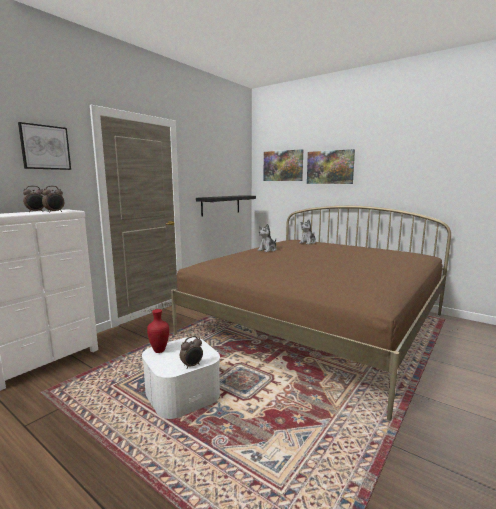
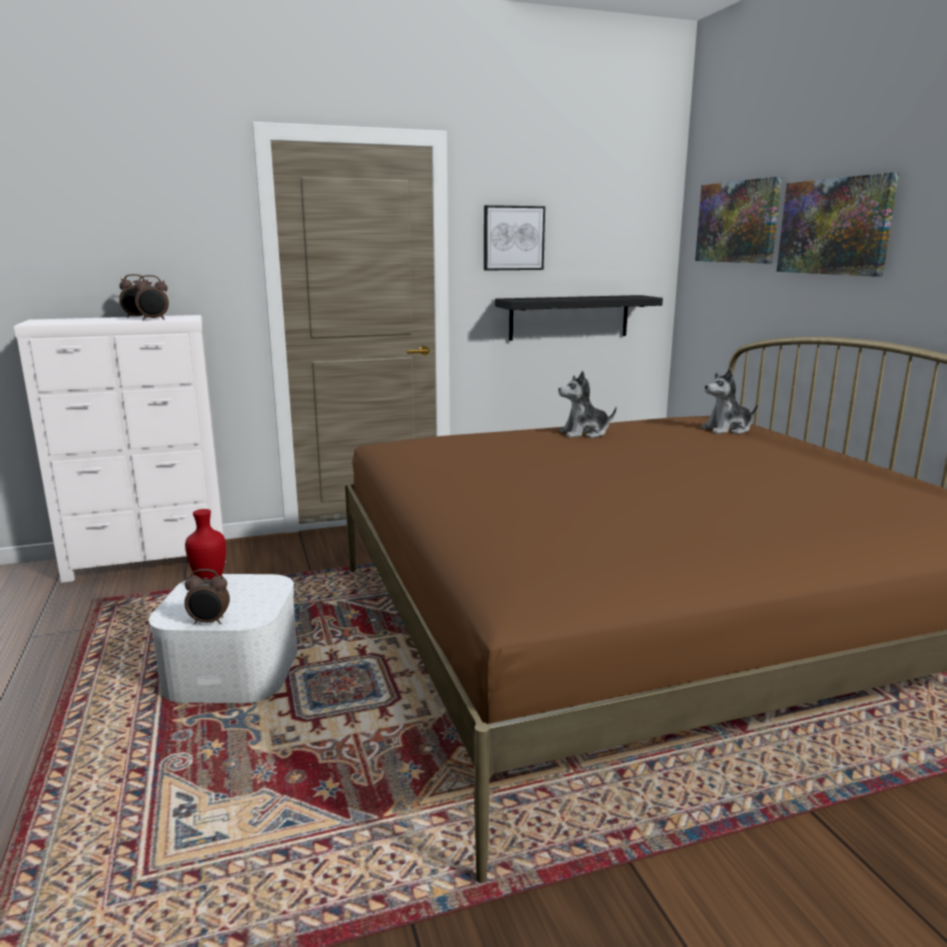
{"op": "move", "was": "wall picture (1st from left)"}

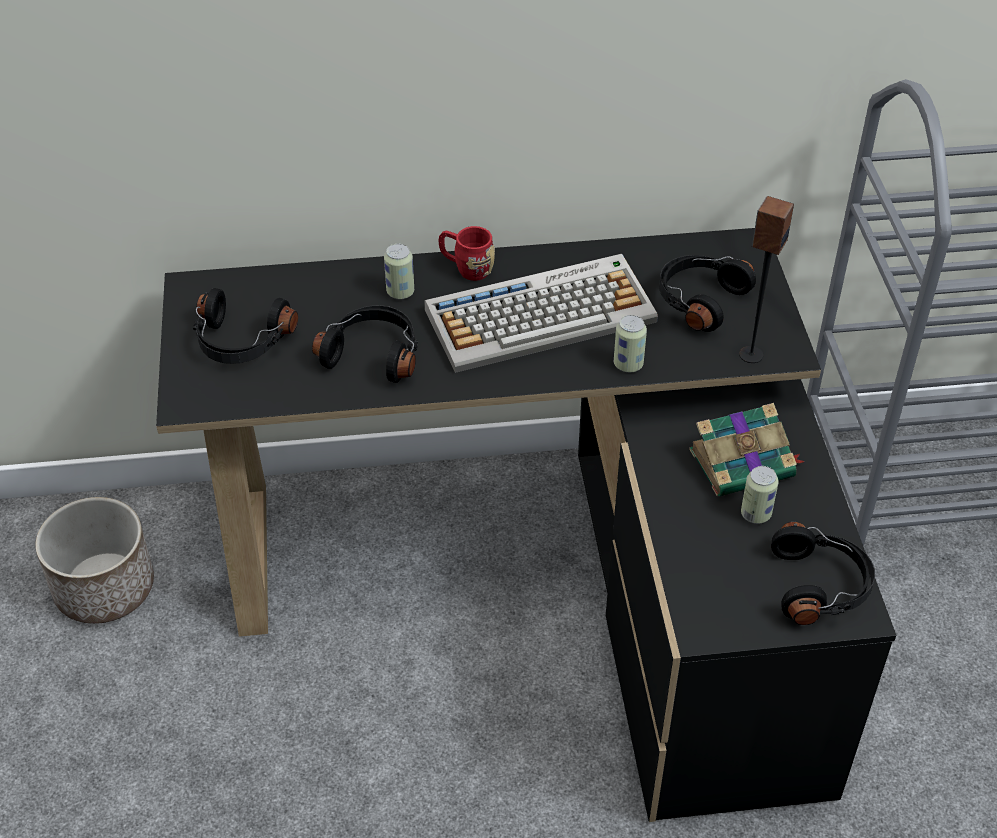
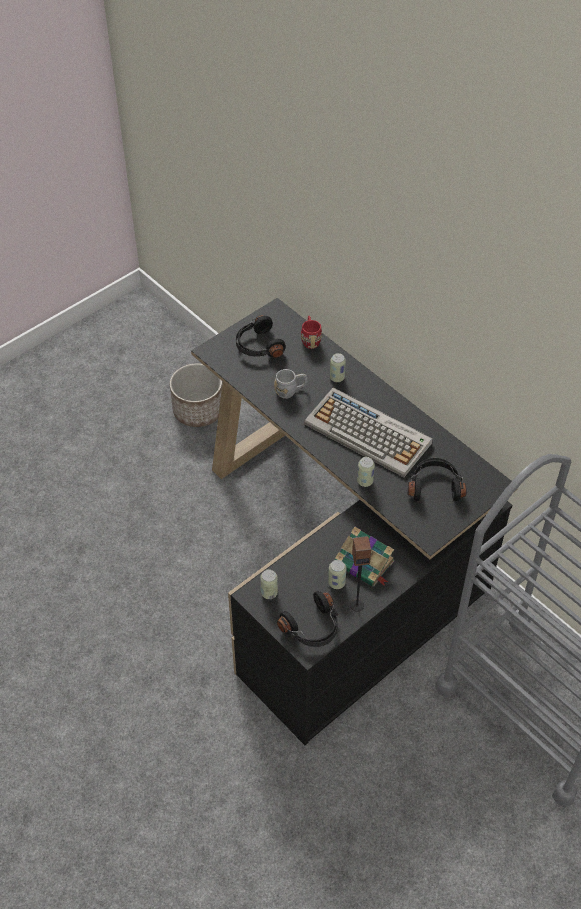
{"op": "replace", "was": "blackish headphones (2nd from left)", "now": "gray tea mug"}
{"op": "move", "was": "reddish tea mug"}
{"op": "move", "was": "audio speaker"}
{"op": "insert", "now": "metal can (1st from left)"}

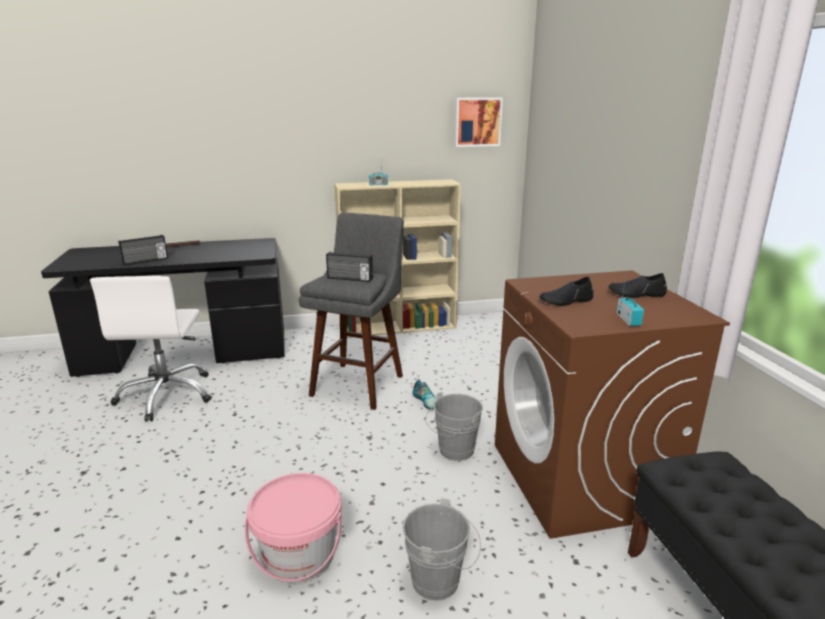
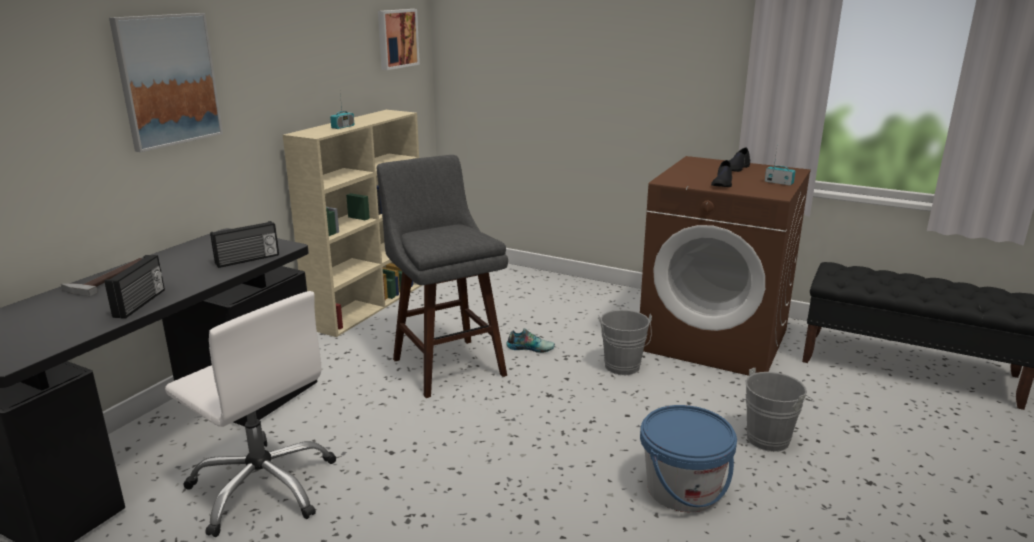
{"op": "recolor", "was": "pink pail", "now": "bluish pail"}
{"op": "move", "was": "radio (2nd from left)"}
{"op": "insert", "now": "wall picture (1st from left)"}

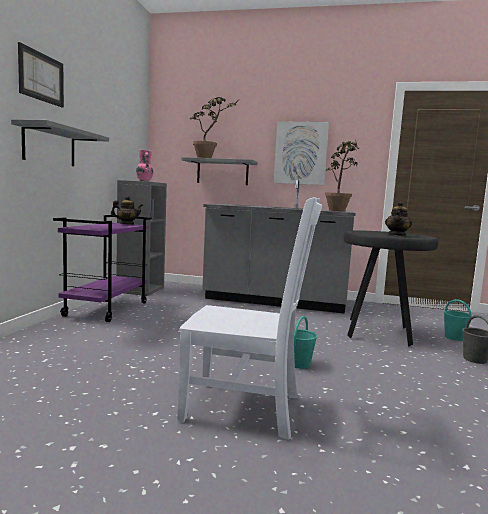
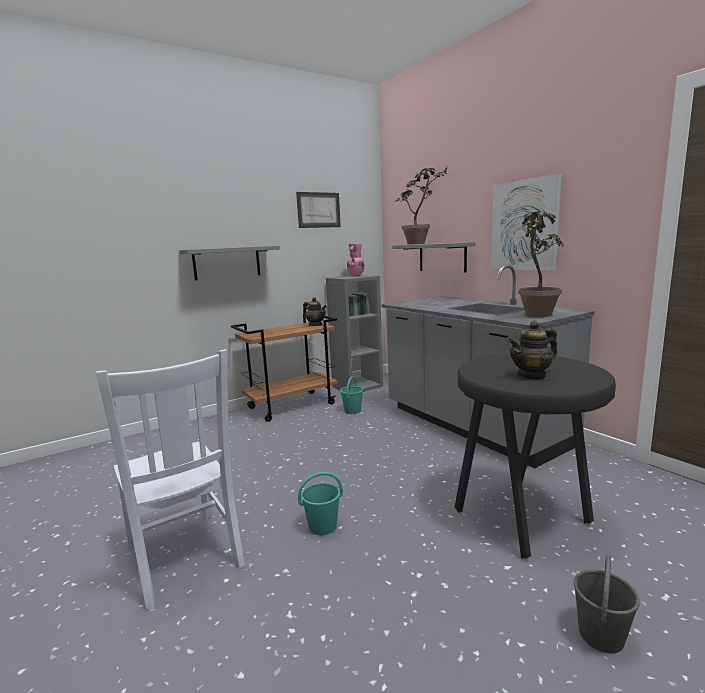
{"op": "move", "was": "wall picture (1st from left)"}
{"op": "recolor", "was": "purple trolley", "now": "brown trolley"}
{"op": "move", "was": "turquoise pail (2nd from left)"}

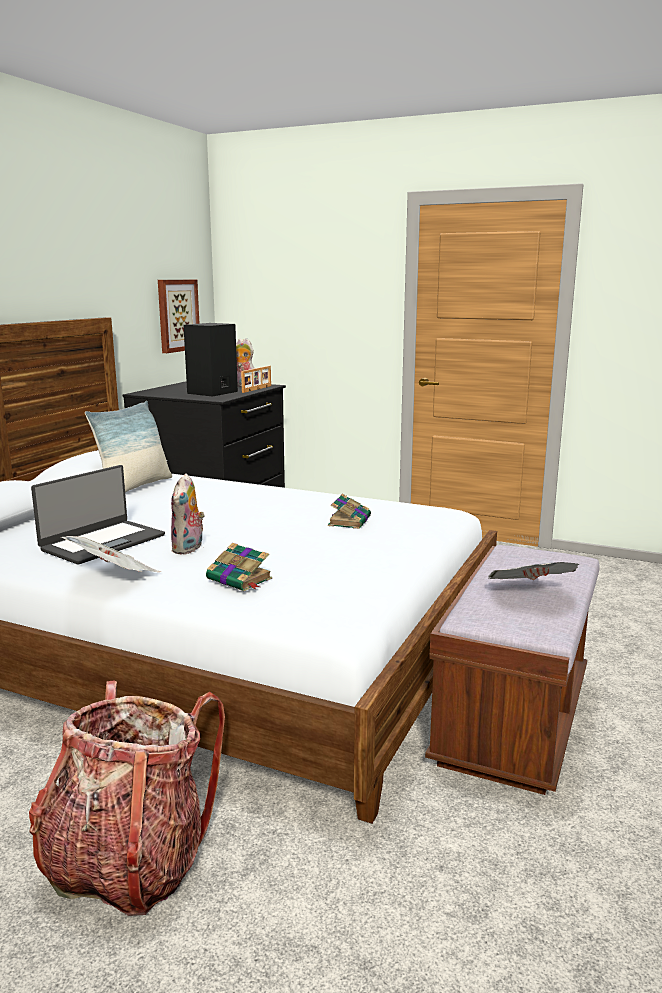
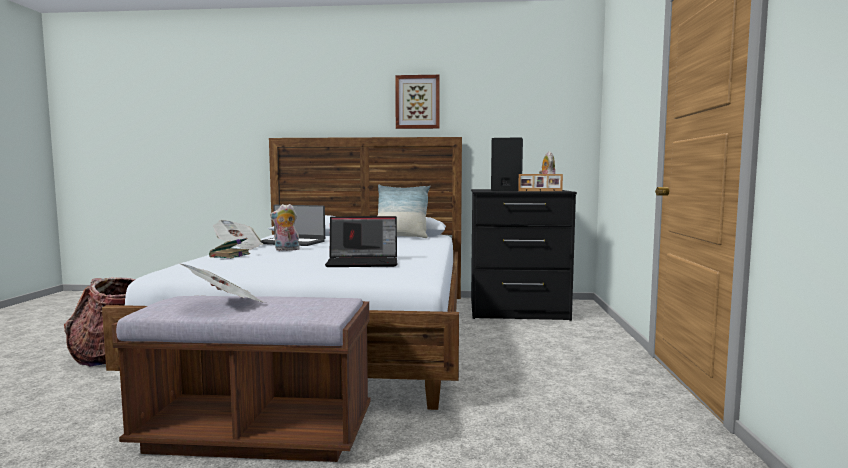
{"op": "move", "was": "wall picture"}
{"op": "replace", "was": "bound book (2nd from left)", "now": "notebook computer (2nd from left)"}

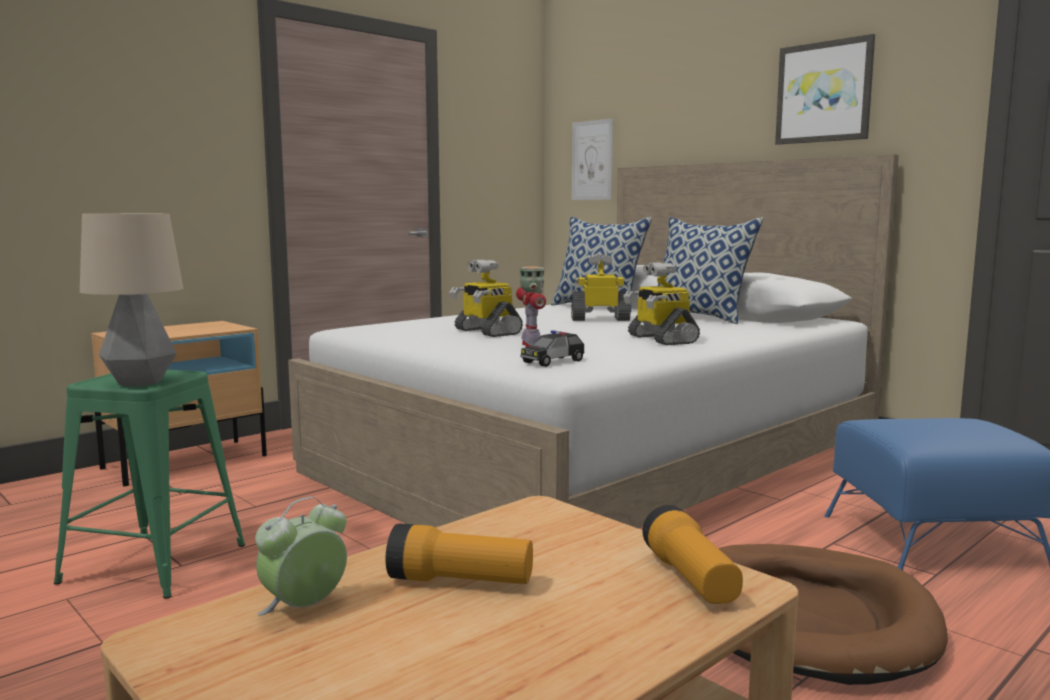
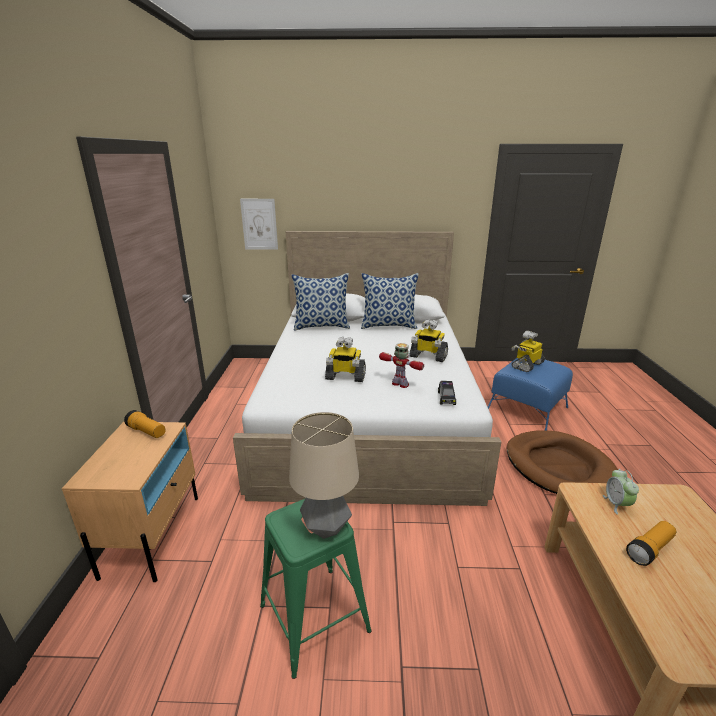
{"op": "move", "was": "table clock"}
{"op": "move", "was": "model robot (3rd from left in the first image)", "now": "model robot (4th from left)"}
{"op": "move", "was": "hand torch (2nd from left in the first image)", "now": "hand torch (1st from left)"}
{"op": "delete", "was": "wall picture (2nd from left)"}

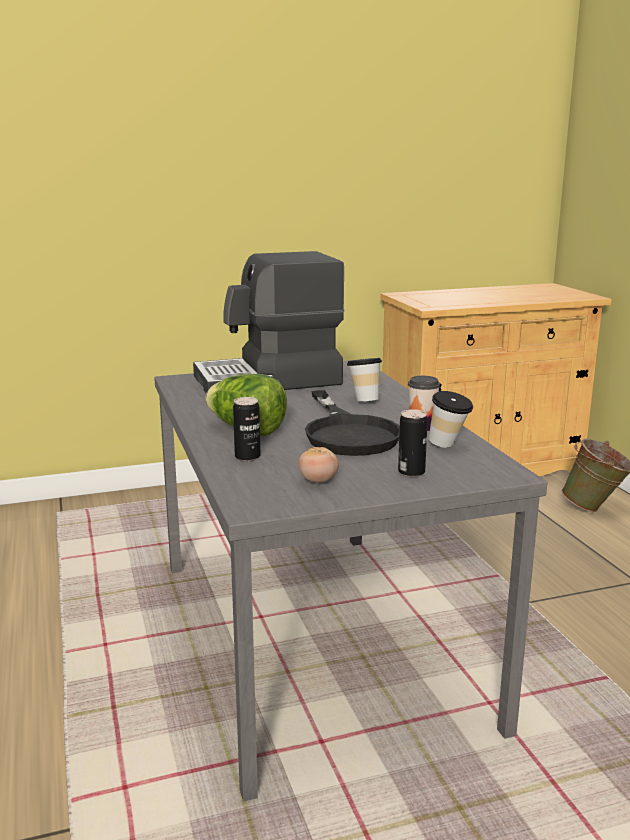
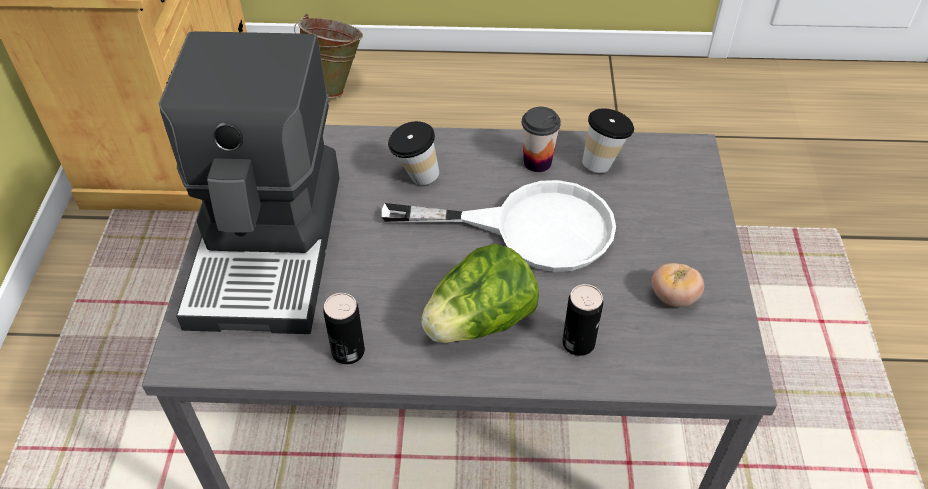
{"op": "recolor", "was": "blackish frying pan", "now": "whitish frying pan"}
{"op": "move", "was": "metal can (2nd from left in the first image)", "now": "metal can (1st from left)"}

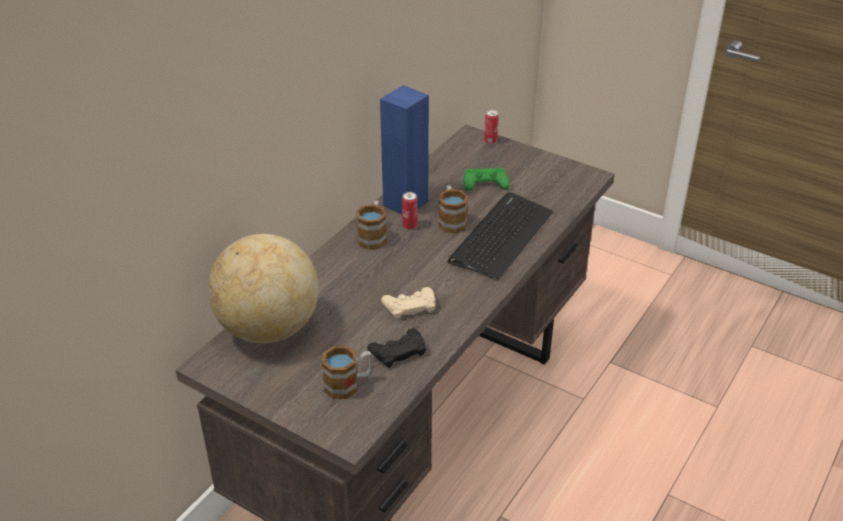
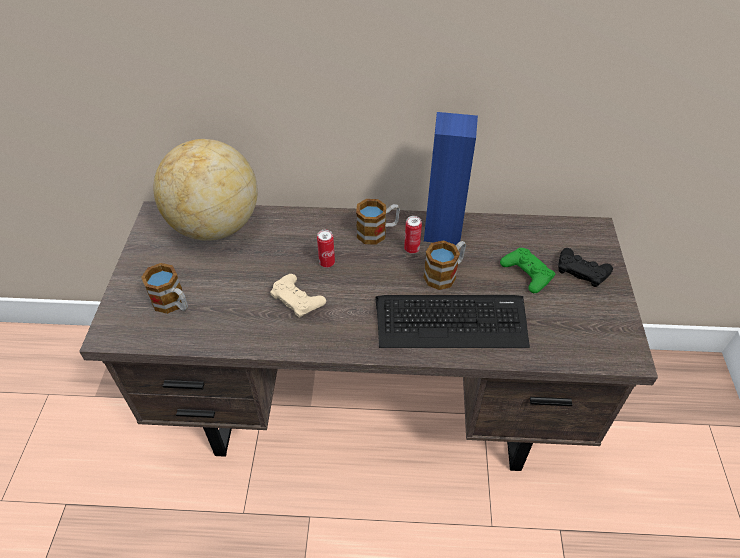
{"op": "move", "was": "blackish game controller"}
{"op": "move", "was": "metal can (2nd from left in the first image)", "now": "metal can (1st from left)"}

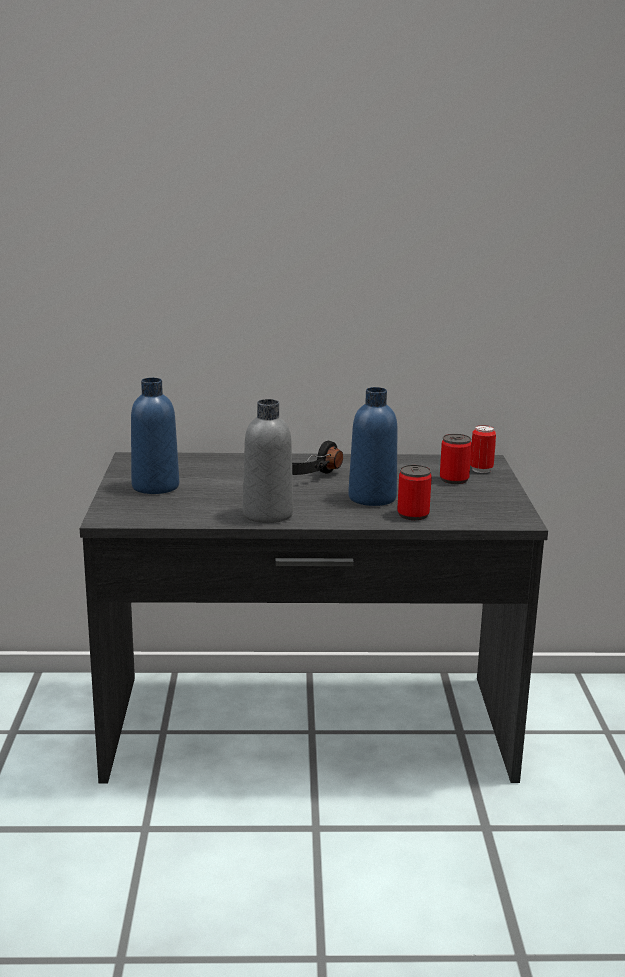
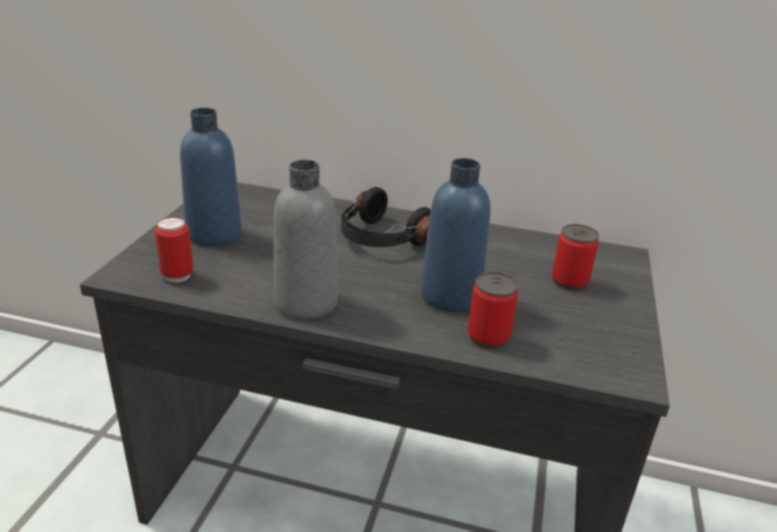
{"op": "move", "was": "metal can (3rd from left in the first image)", "now": "metal can (1st from left)"}

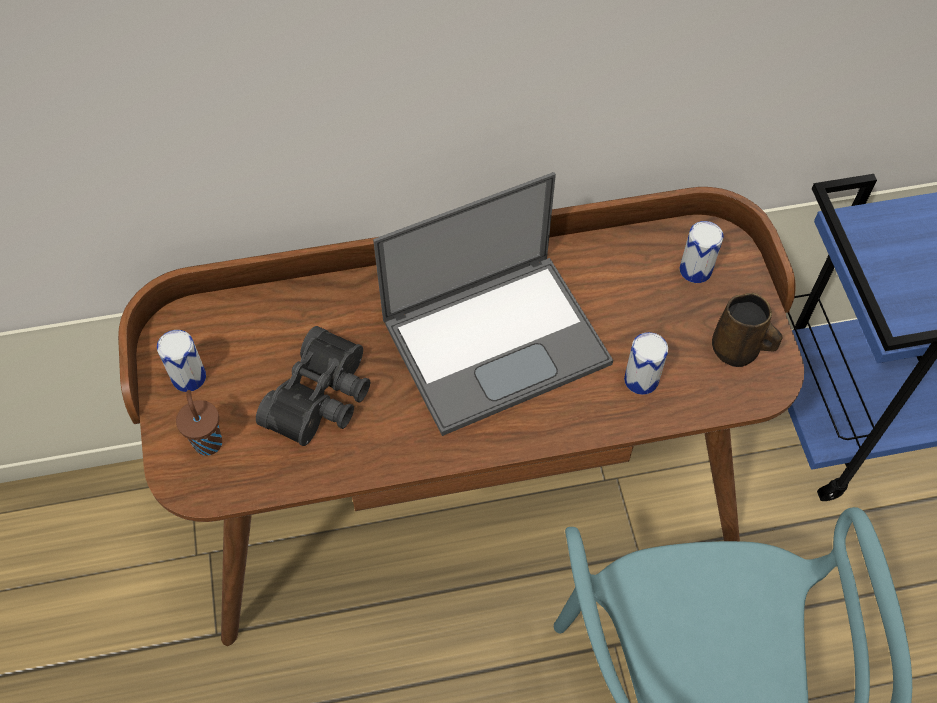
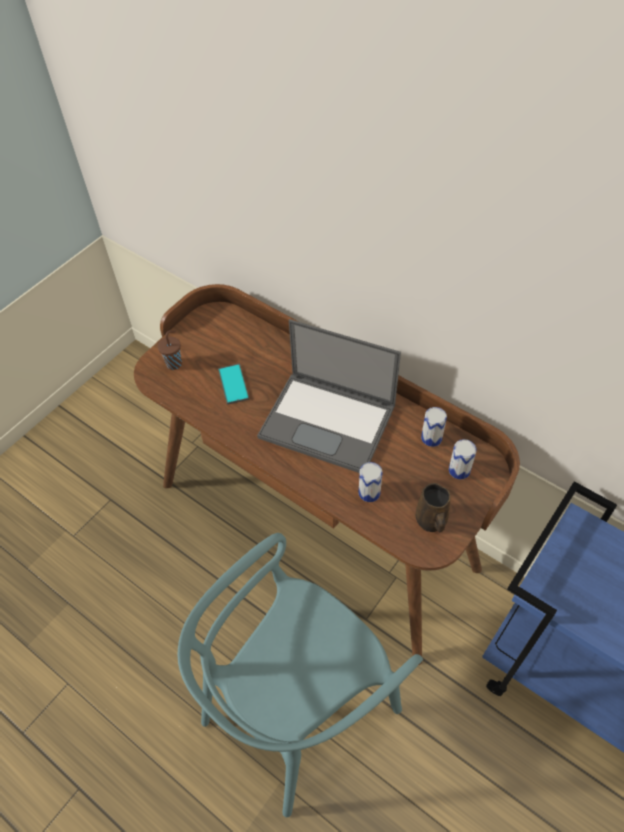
{"op": "move", "was": "metal can (1st from left in the first image)", "now": "metal can (2nd from left)"}
{"op": "replace", "was": "blackish pair of binoculars", "now": "telephone"}

